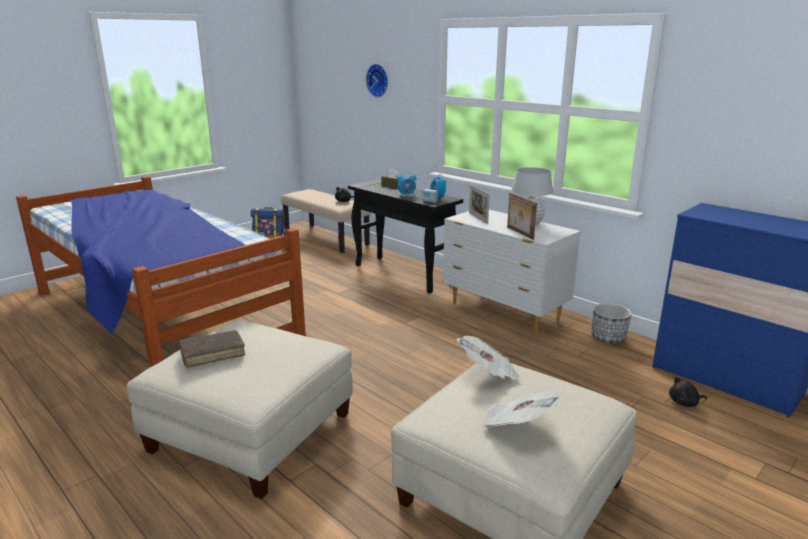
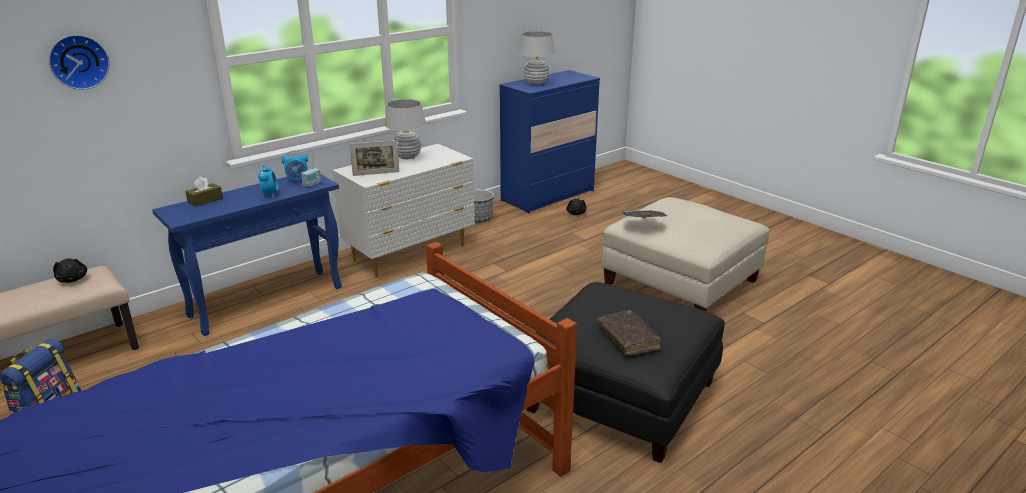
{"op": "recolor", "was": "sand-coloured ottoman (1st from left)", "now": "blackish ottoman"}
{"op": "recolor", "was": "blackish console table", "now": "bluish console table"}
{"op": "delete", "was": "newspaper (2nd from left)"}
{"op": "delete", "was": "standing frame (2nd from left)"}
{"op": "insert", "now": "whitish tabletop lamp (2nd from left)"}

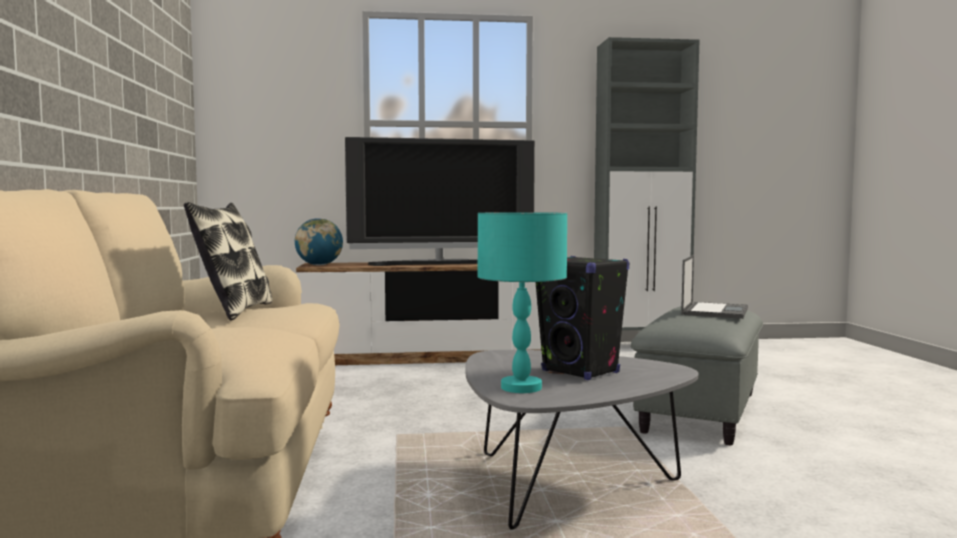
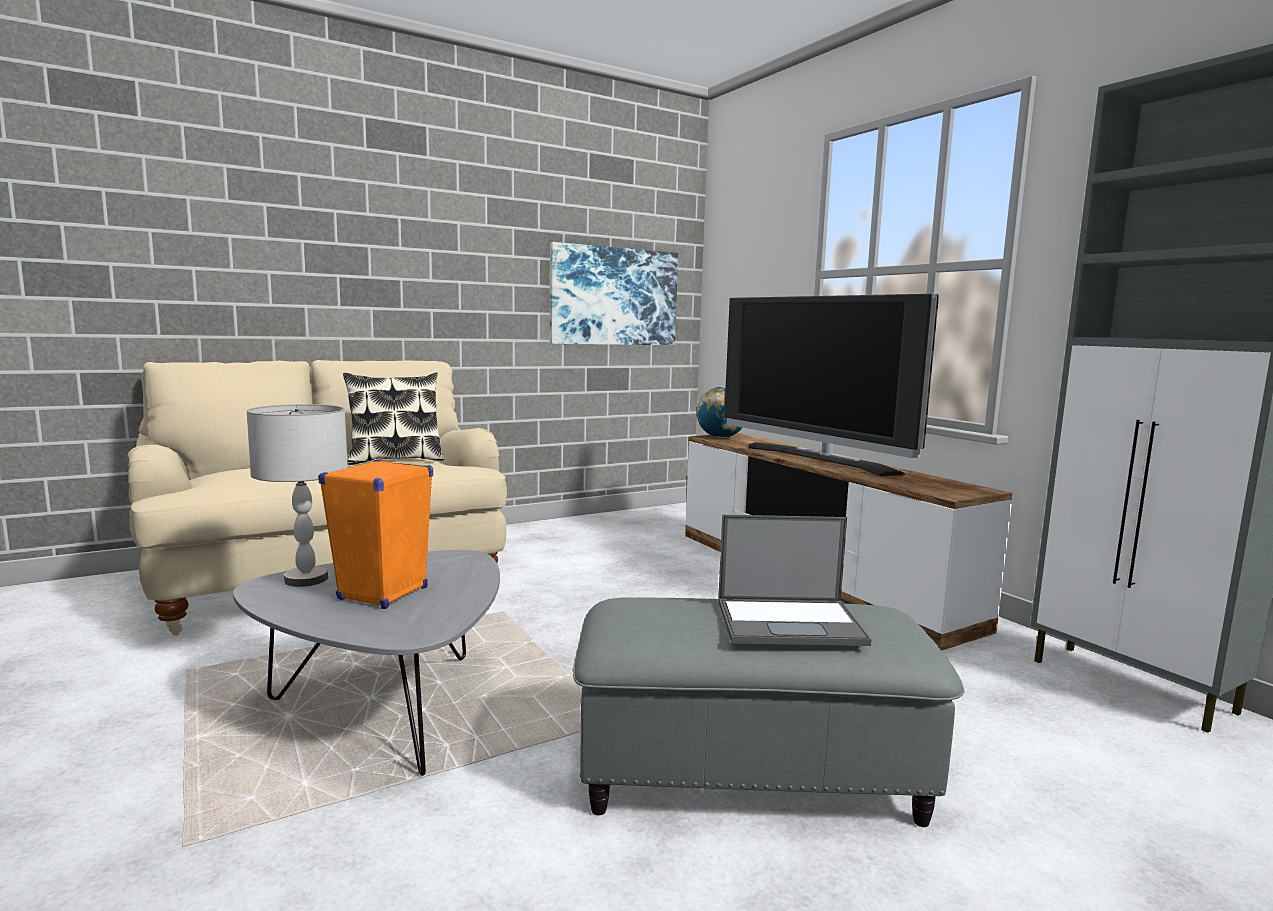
{"op": "recolor", "was": "turquoise tabletop lamp", "now": "gray tabletop lamp"}
{"op": "recolor", "was": "blackish audio speaker", "now": "orangey audio speaker"}
{"op": "insert", "now": "wall picture"}

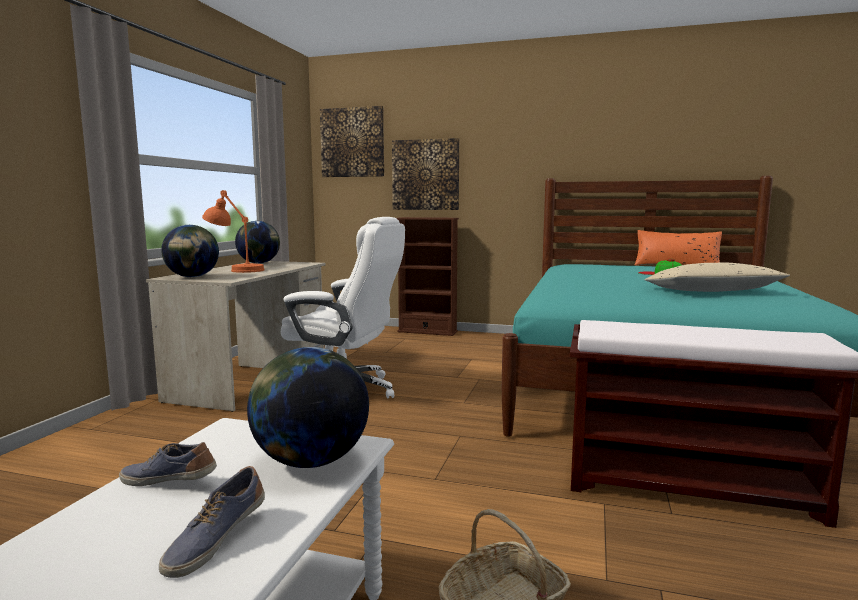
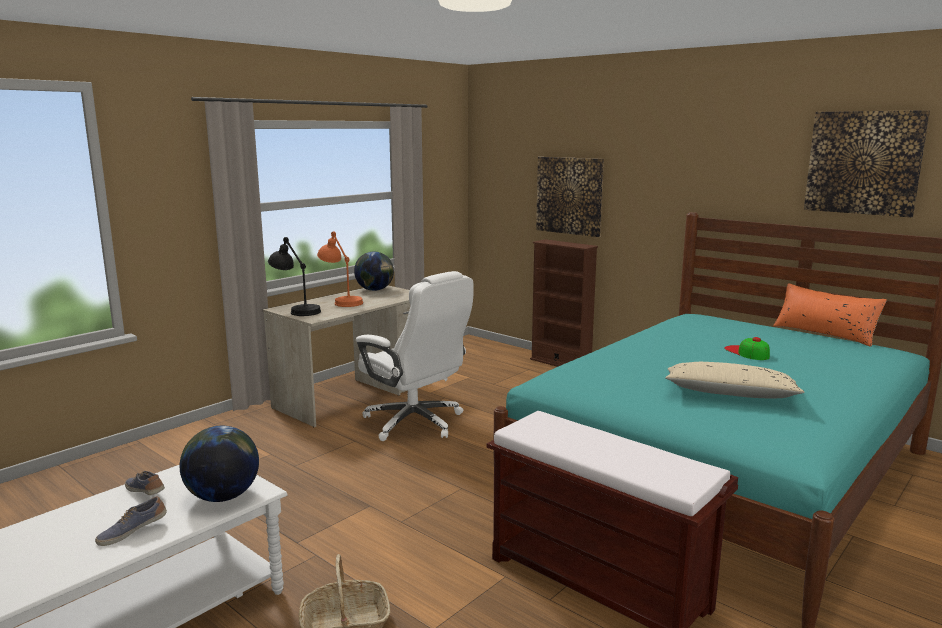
{"op": "replace", "was": "desk globe (1st from left)", "now": "blackish tabletop lamp"}
{"op": "move", "was": "wall picture (1st from left in the first image)", "now": "wall picture (2nd from left)"}

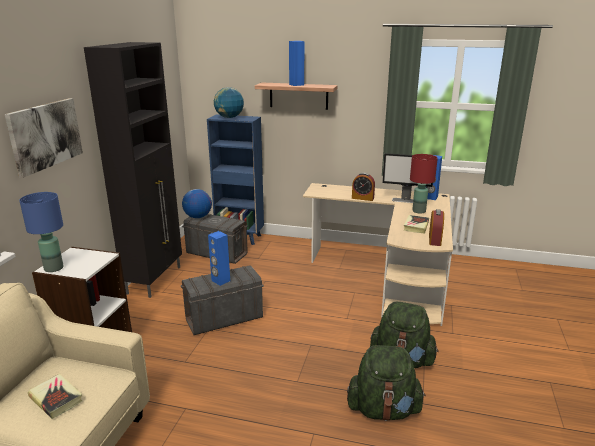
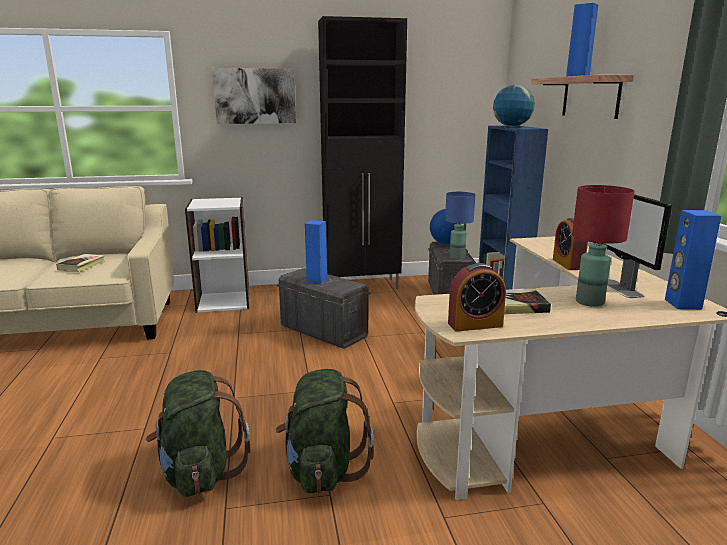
{"op": "move", "was": "bluish tabletop lamp"}

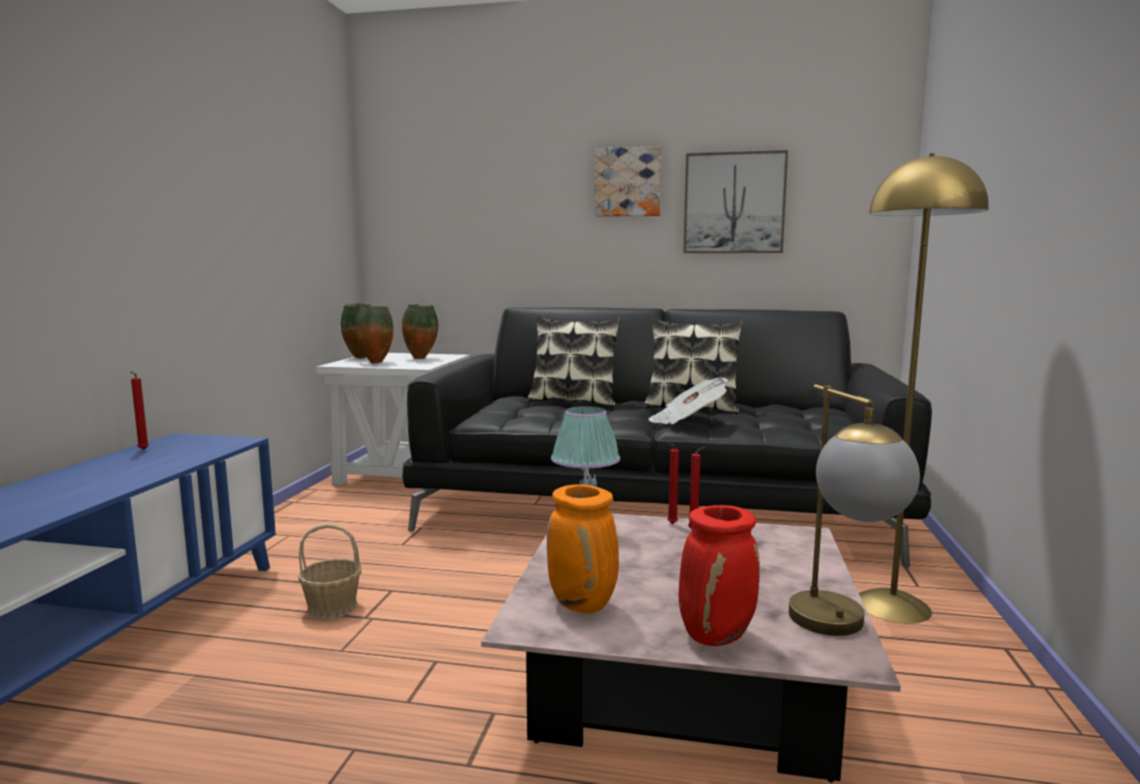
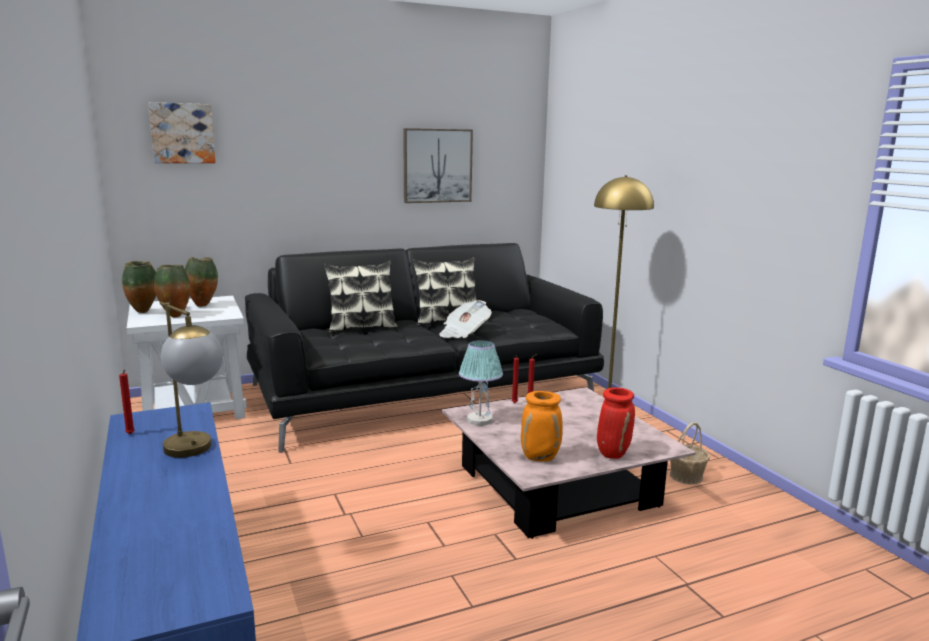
{"op": "move", "was": "storage basket"}
{"op": "move", "was": "wall picture (1st from left)"}
{"op": "move", "was": "tabletop lamp (2nd from left in the first image)", "now": "tabletop lamp (1st from left)"}

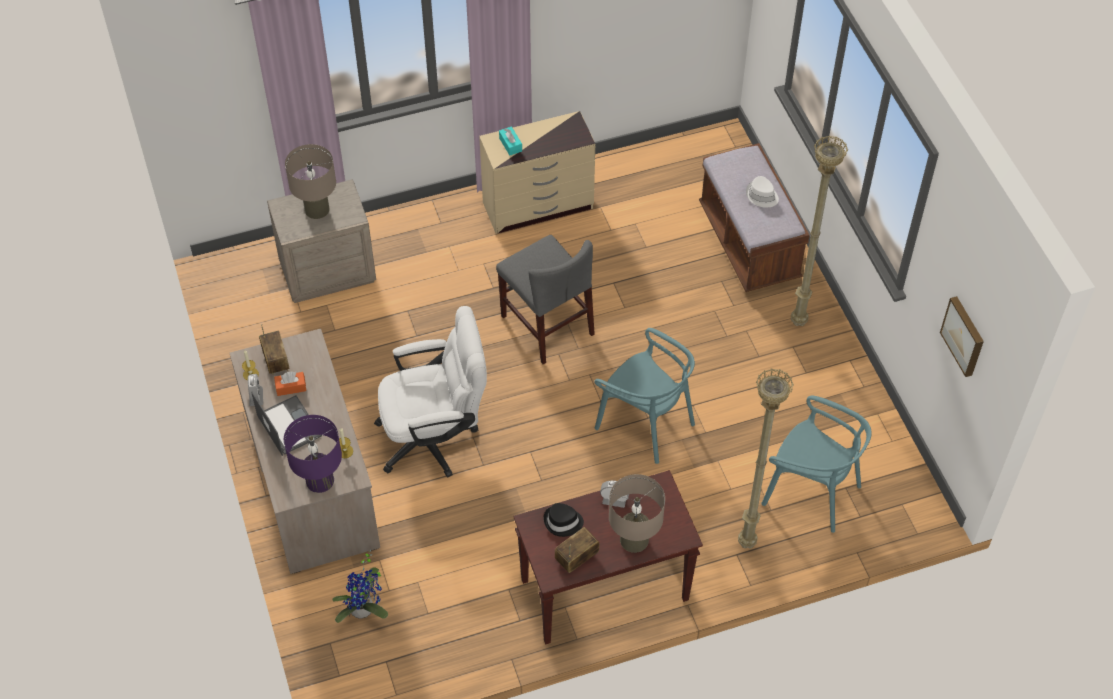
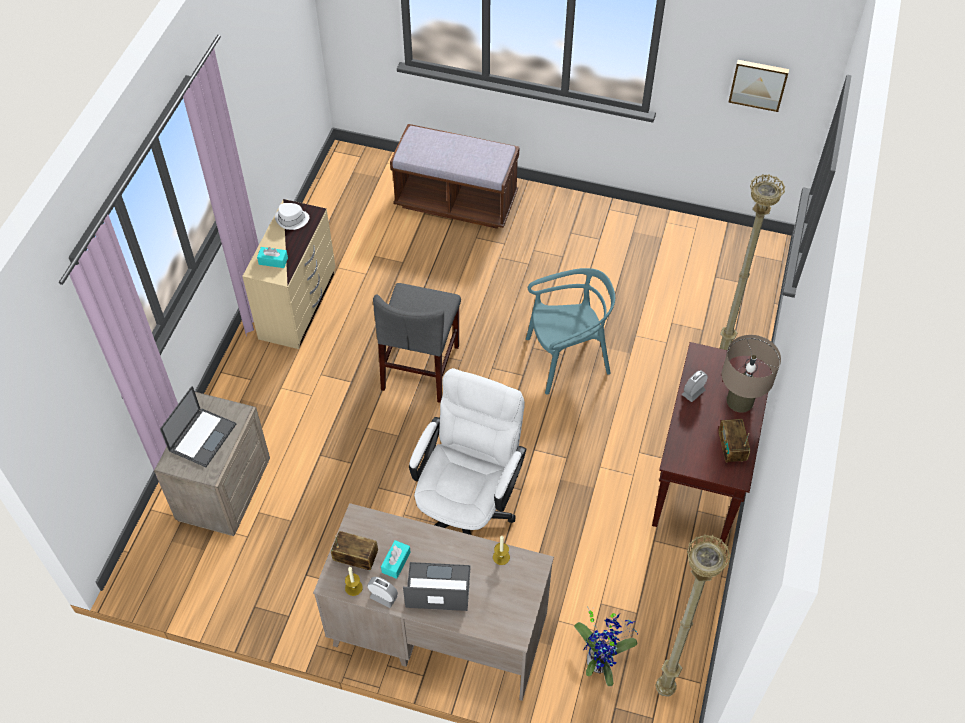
{"op": "recolor", "was": "orangey box of tissues", "now": "turquoise box of tissues (2nd from left)"}
{"op": "delete", "was": "purple tabletop lamp"}
{"op": "replace", "was": "sand-coloured tabletop lamp (1st from left)", "now": "notebook computer (1st from left)"}
{"op": "rotate", "was": "gray upright chair", "clockwise": 105}
{"op": "delete", "was": "blackish clothing hat"}
{"op": "move", "was": "whitish clothing hat"}
{"op": "delete", "was": "turquoise upright chair (2nd from left)"}
{"op": "move", "was": "sand-coloured standing lamp (2nd from left in the first image)", "now": "sand-coloured standing lamp (1st from left)"}

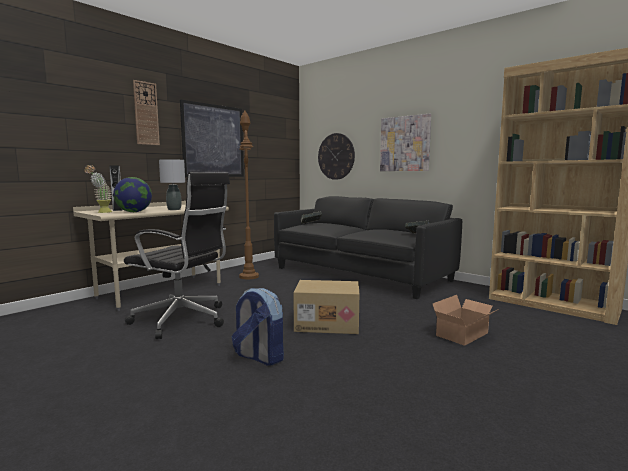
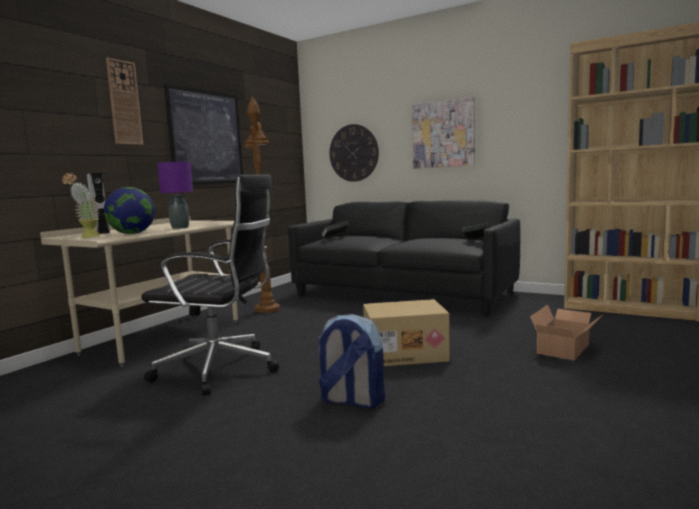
{"op": "recolor", "was": "gray tabletop lamp", "now": "purple tabletop lamp"}

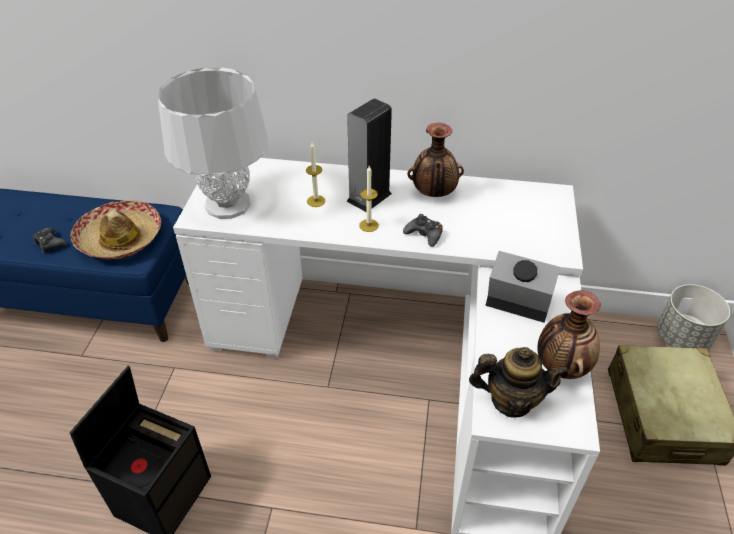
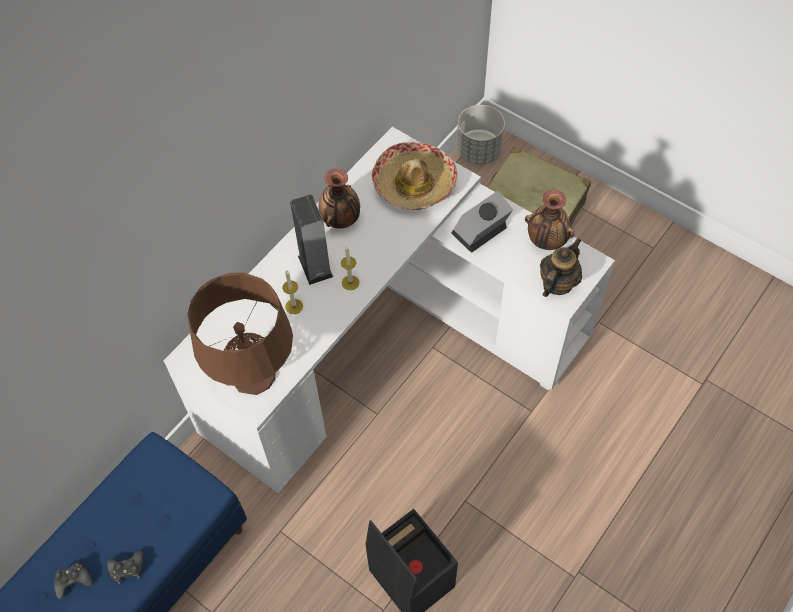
{"op": "move", "was": "clothing hat"}
{"op": "recolor", "was": "gray tabletop lamp", "now": "brown tabletop lamp"}
{"op": "move", "was": "blackish game controller (2nd from left in the first image)", "now": "blackish game controller (1st from left)"}

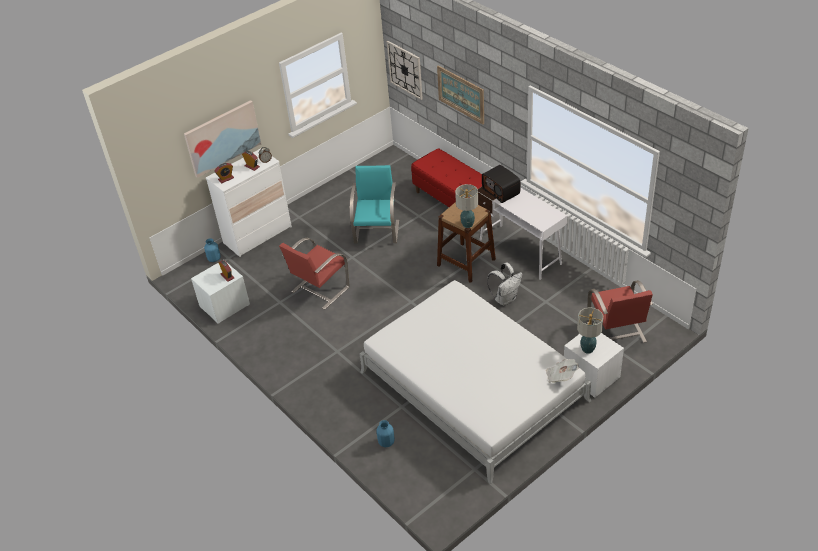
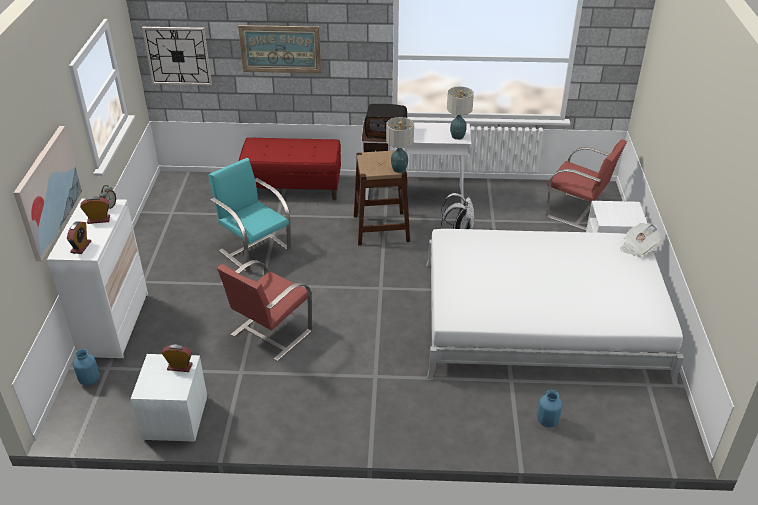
{"op": "rotate", "was": "reddish upright chair (1st from left)", "clockwise": 45}
{"op": "move", "was": "tabletop lamp (2nd from left)"}

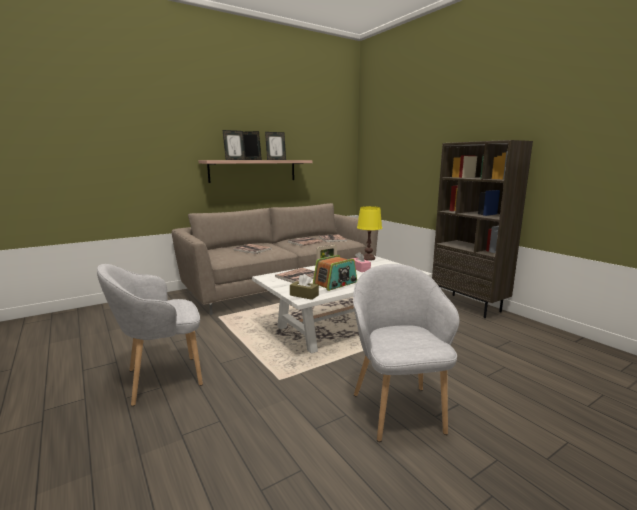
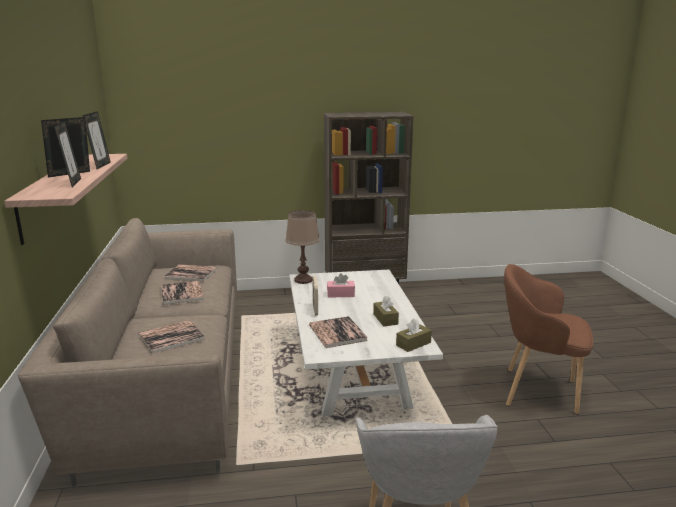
{"op": "replace", "was": "radio", "now": "brown box of tissues (1st from left)"}
{"op": "recolor", "was": "gray lounge chair (2nd from left)", "now": "brown lounge chair"}
{"op": "recolor", "was": "yellowish tabletop lamp", "now": "brown tabletop lamp"}

